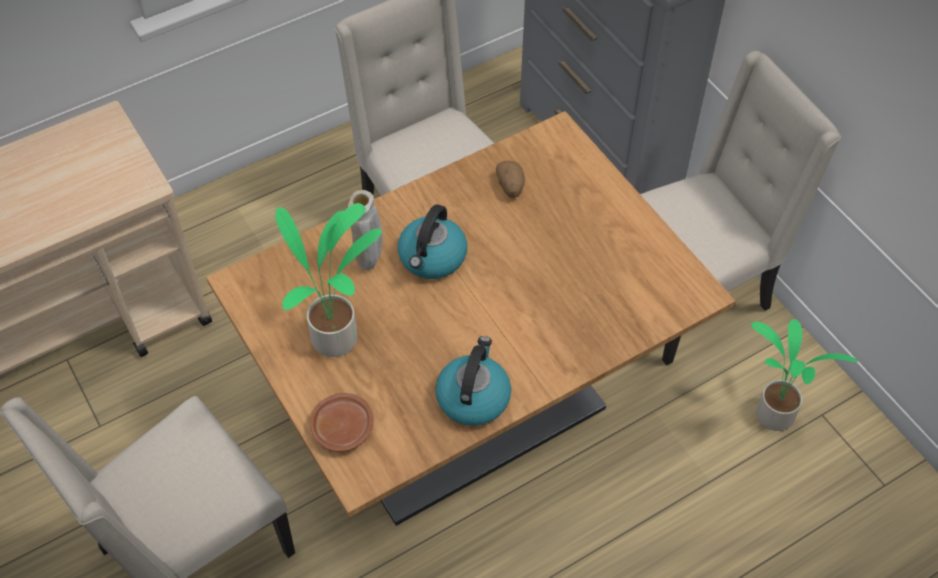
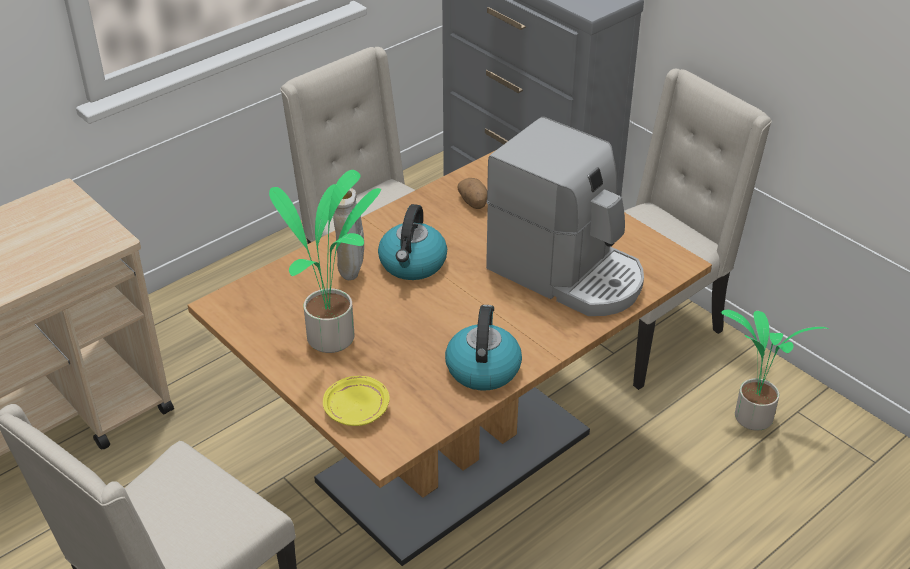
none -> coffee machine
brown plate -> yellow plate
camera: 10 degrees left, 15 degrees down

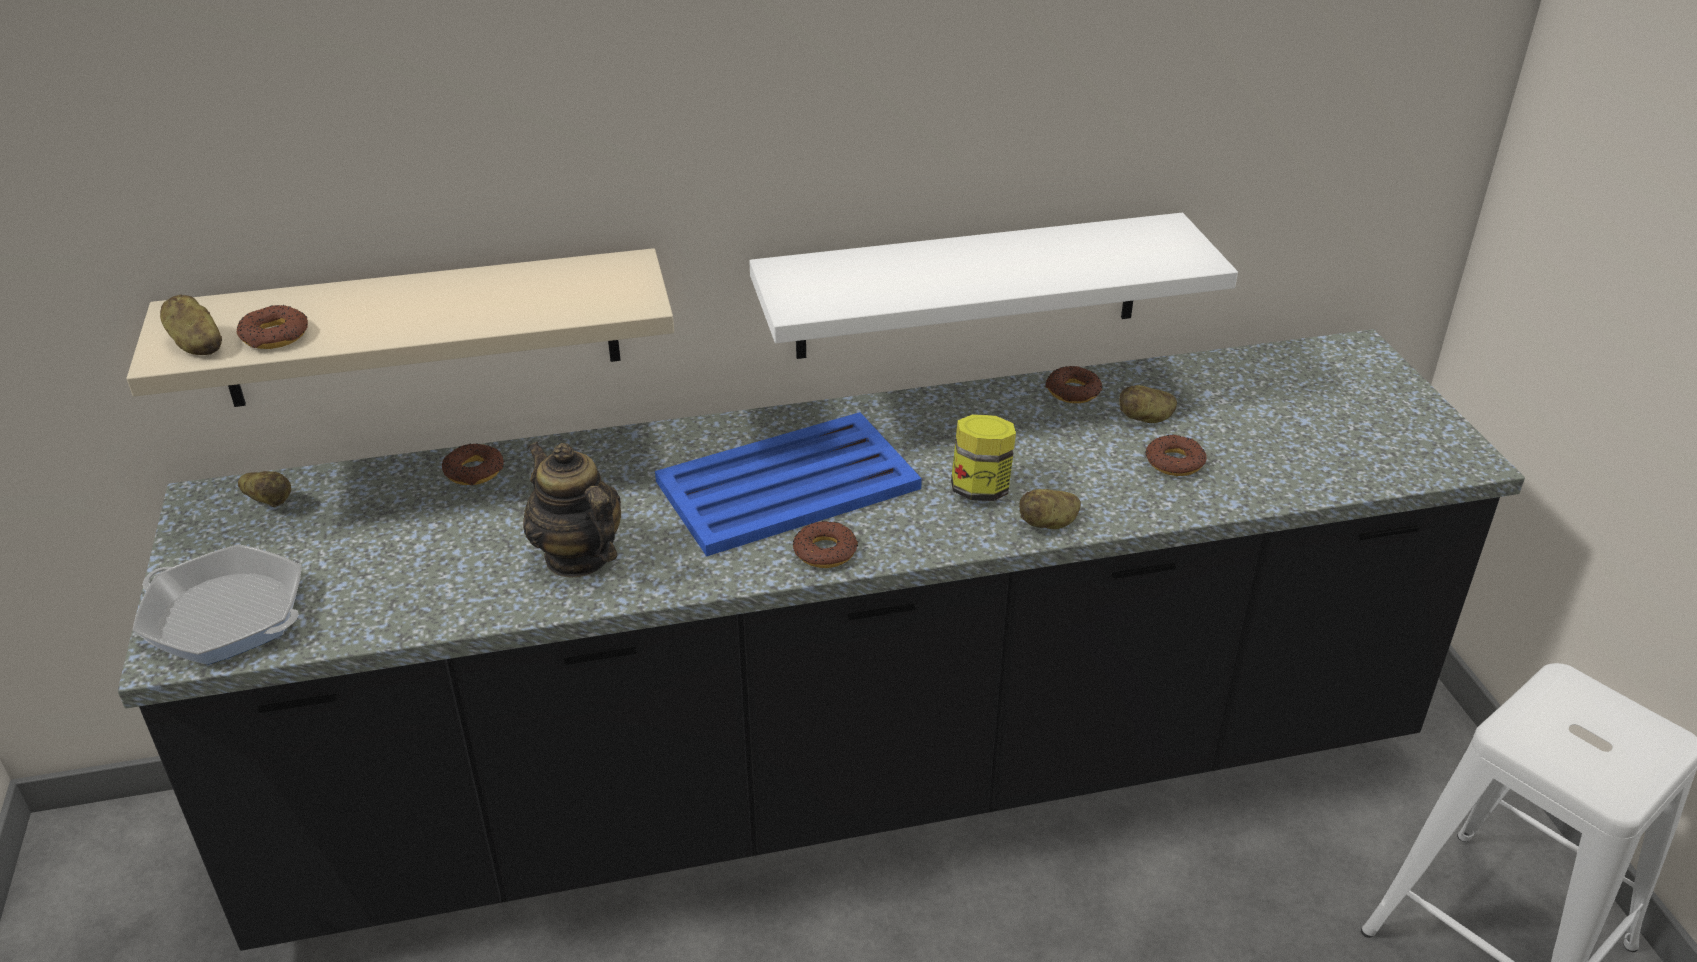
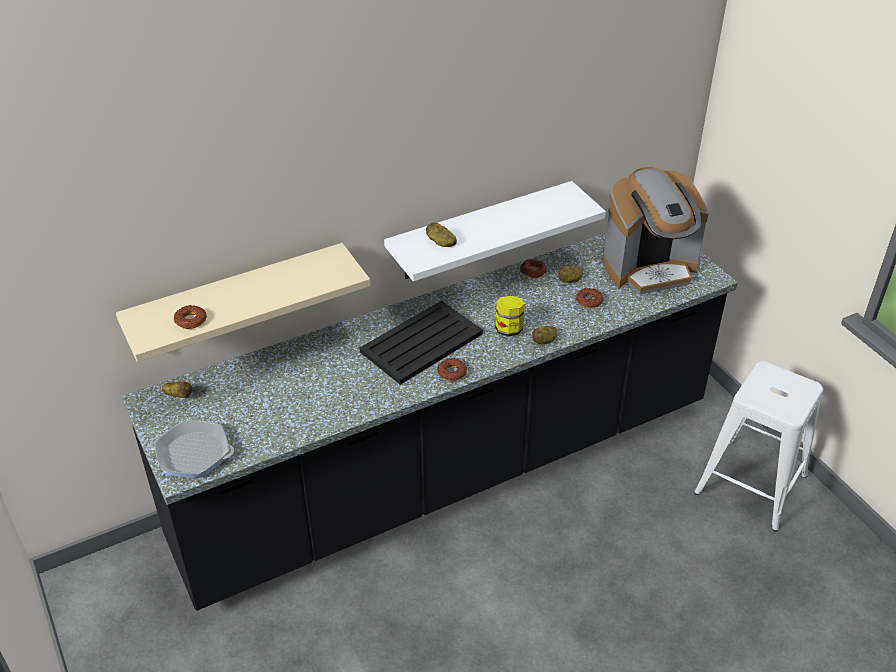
donut (no. 2 from left) -> none
teapot -> none
none -> coffee machine
potato (no. 1 from left in the first image) -> potato (no. 2 from left), relocated
blue tray -> black tray
camera: 15 degrees left, 5 degrees up

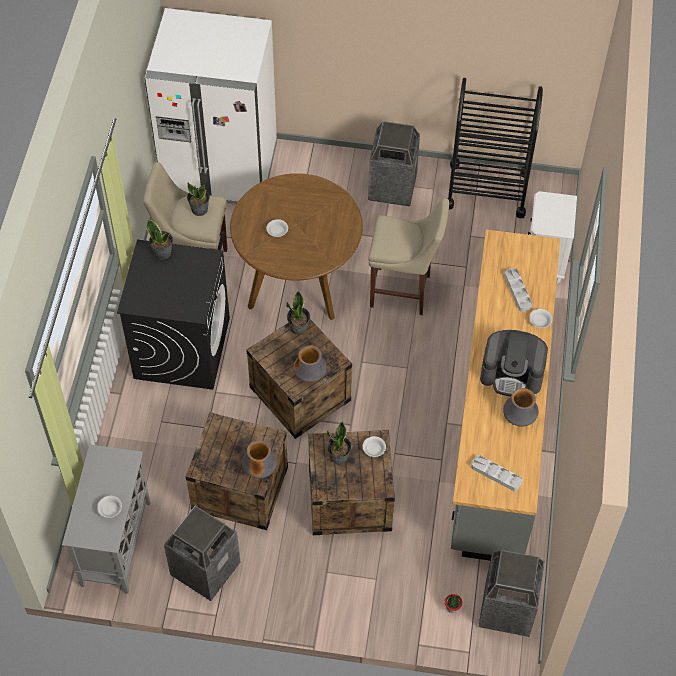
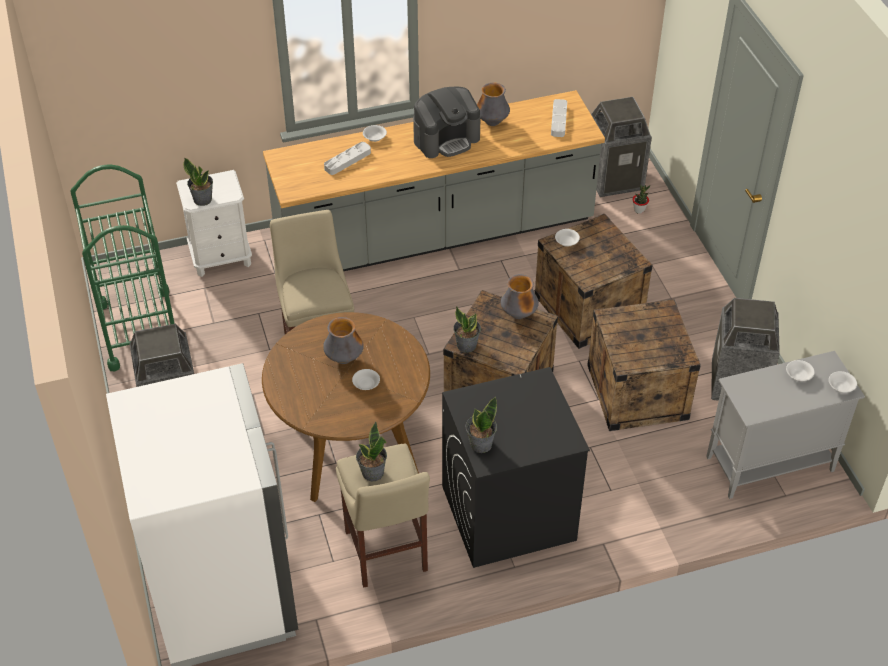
none -> white bowl (no. 5 from left)
vase (no. 1 from left), relocated
potted plant (no. 4 from left in the first image) -> potted plant (no. 1 from left), relocated
black cart -> green cart
coffee machine, 75 degrees clockwise
camera: 115 degrees left, 10 degrees down

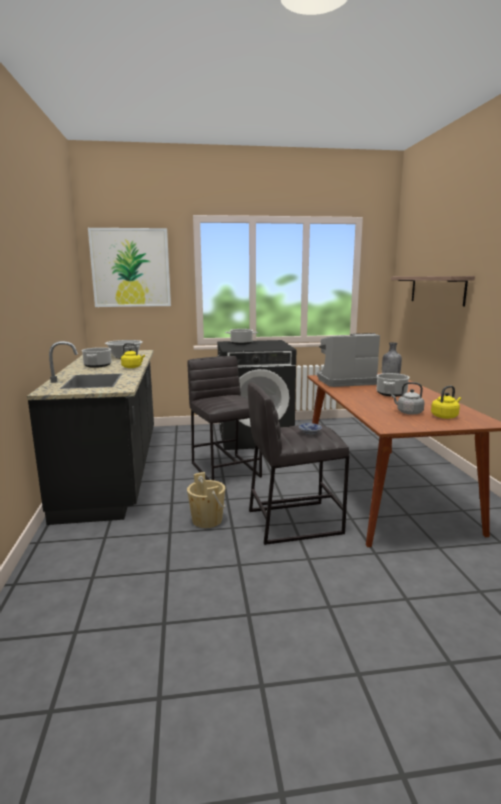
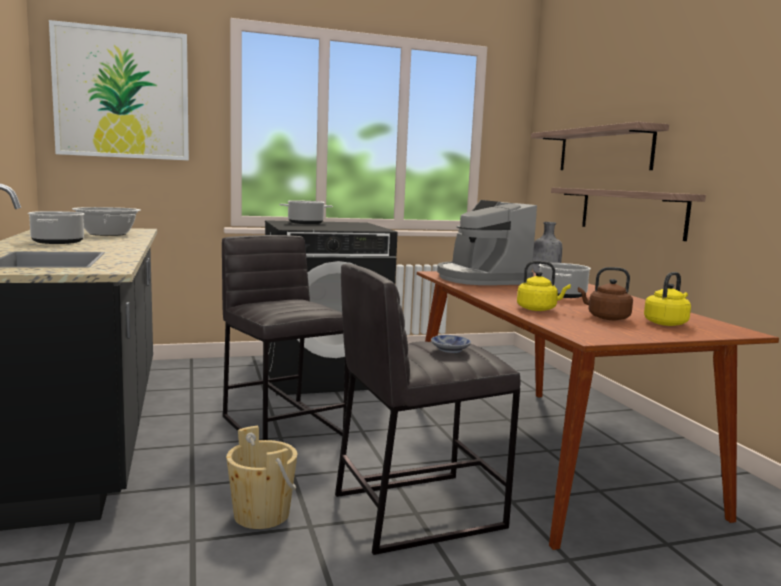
none -> shelf (no. 2 from left)
yellow kettle (no. 1 from left), relocated
grey kettle -> brown kettle
coffee machine, 90 degrees counterclockwise
camera: 10 degrees left, 5 degrees down

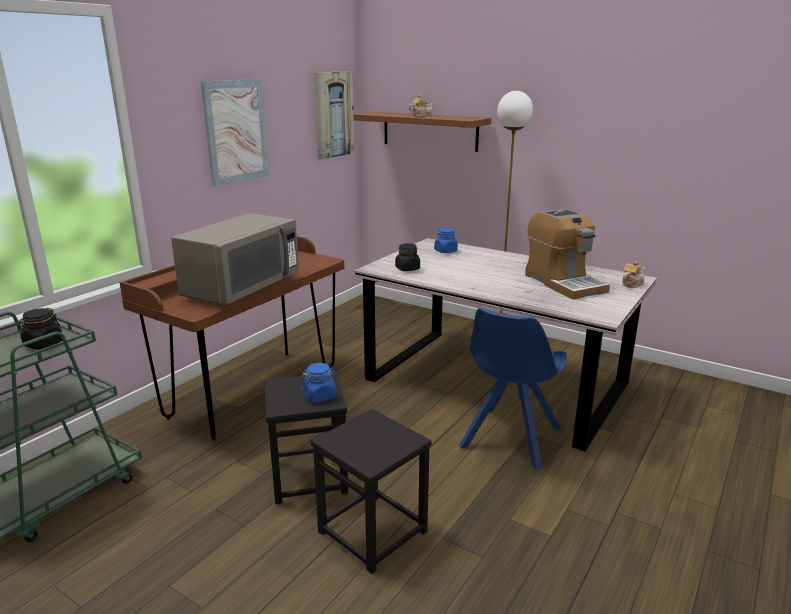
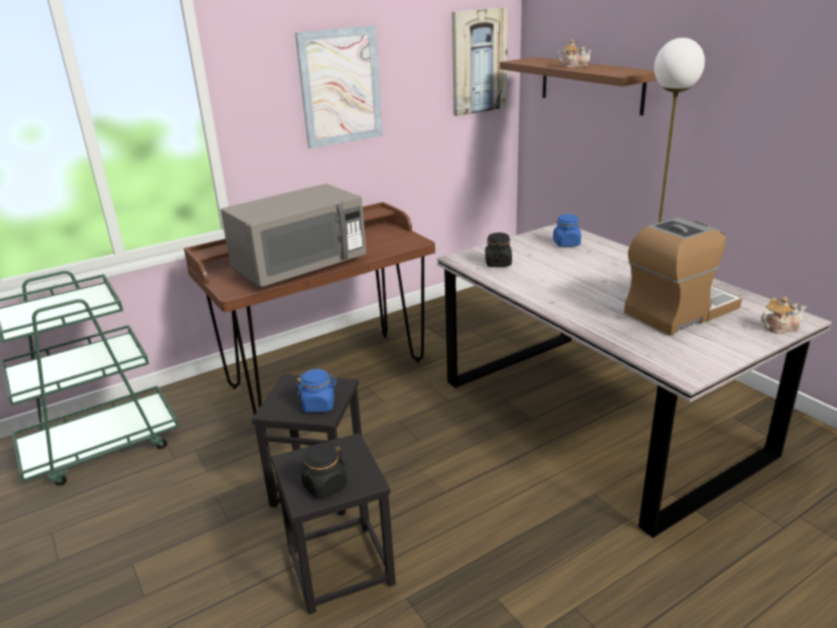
blue chair -> none
black jar (no. 1 from left), relocated
coffee machine, 120 degrees counterclockwise
camera: 25 degrees right, 5 degrees up

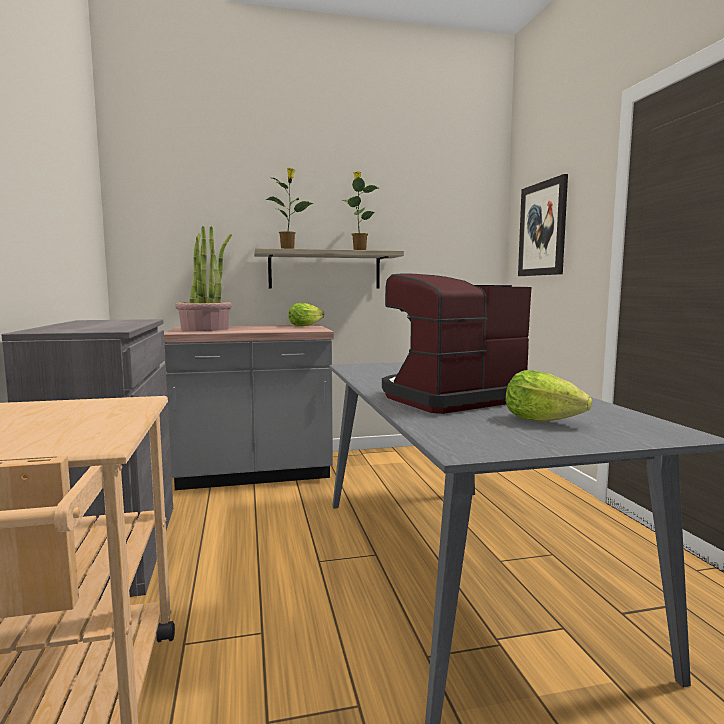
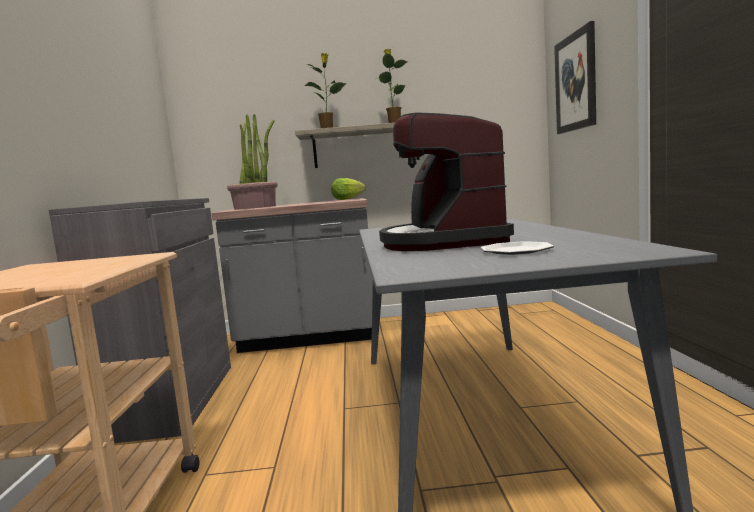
lettuce (no. 2 from left) -> plate
coffee machine, 75 degrees counterclockwise
camera: 10 degrees right, 0 degrees up

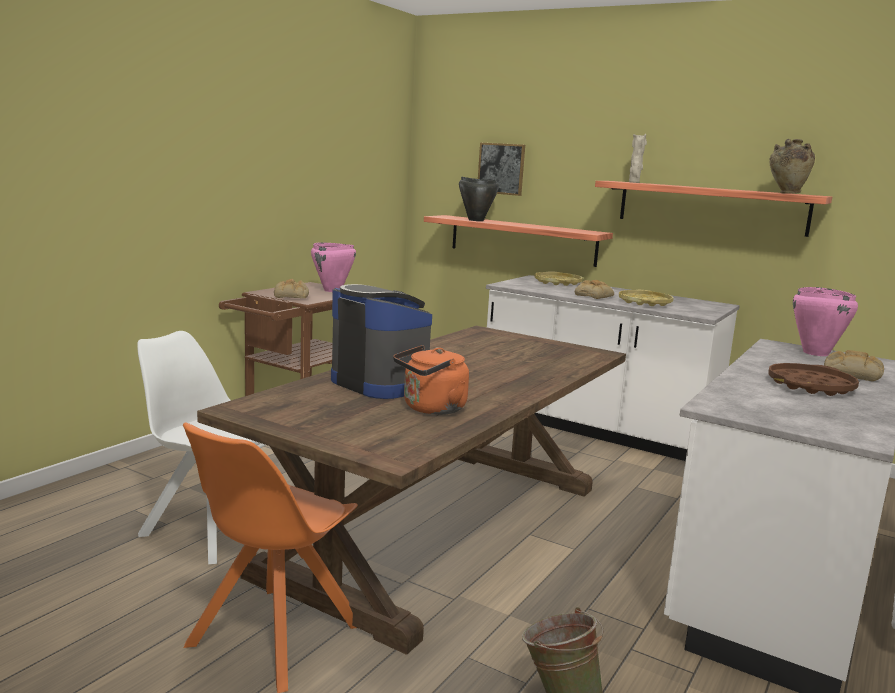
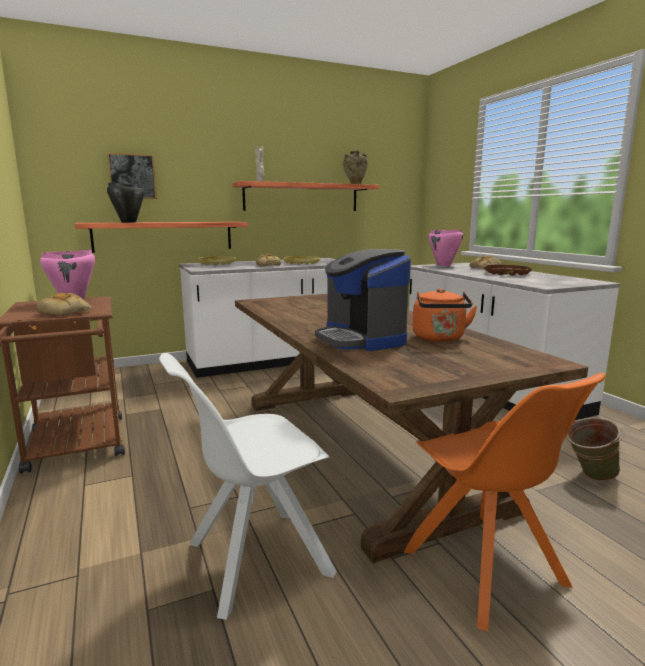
coffee machine, 105 degrees counterclockwise
camera: 55 degrees left, 0 degrees up

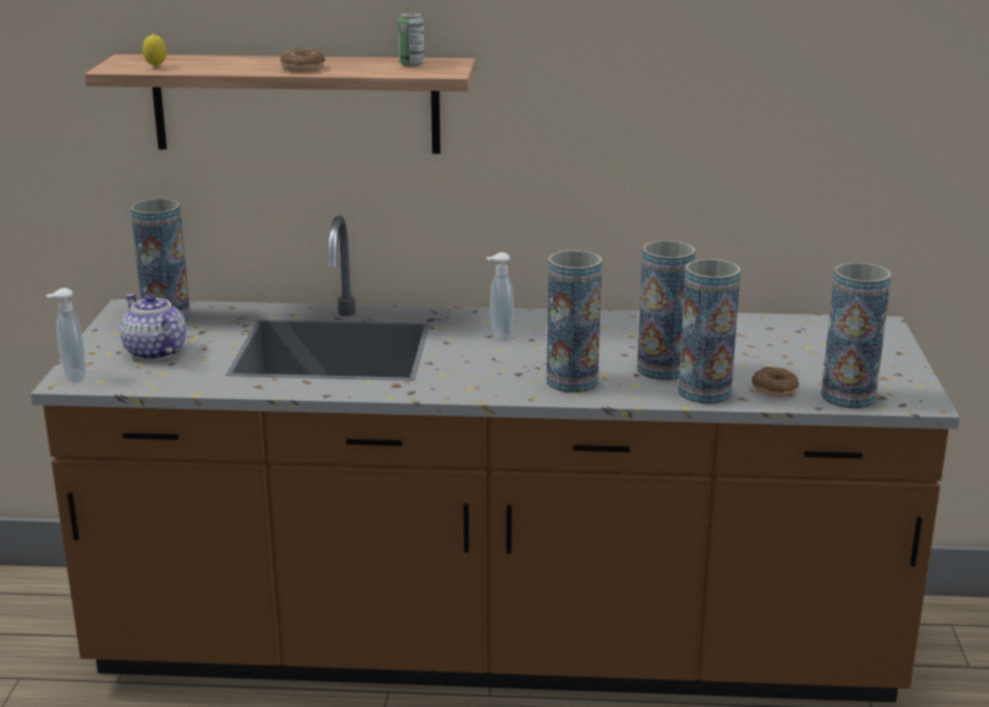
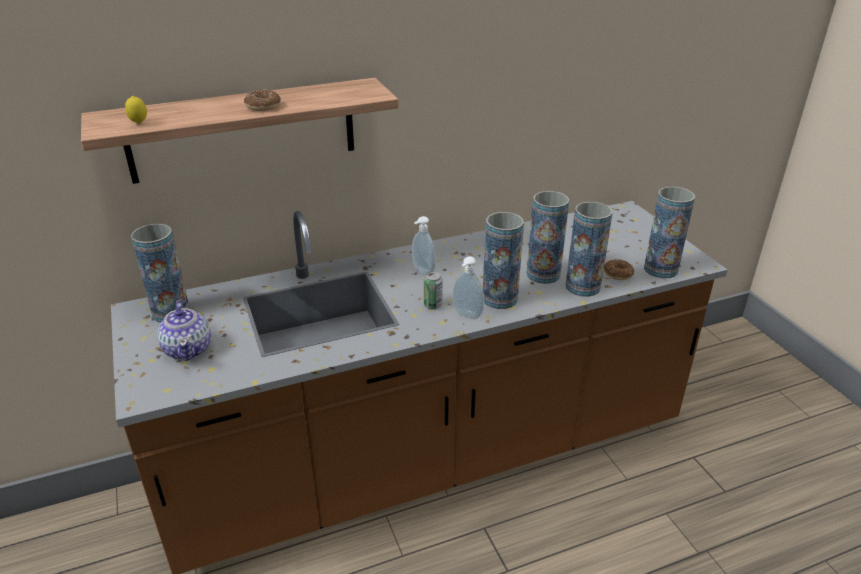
soap dispenser (no. 1 from left in the first image) -> soap dispenser (no. 2 from left), relocated
can, relocated
teapot, 135 degrees counterclockwise
camera: 25 degrees left, 10 degrees up

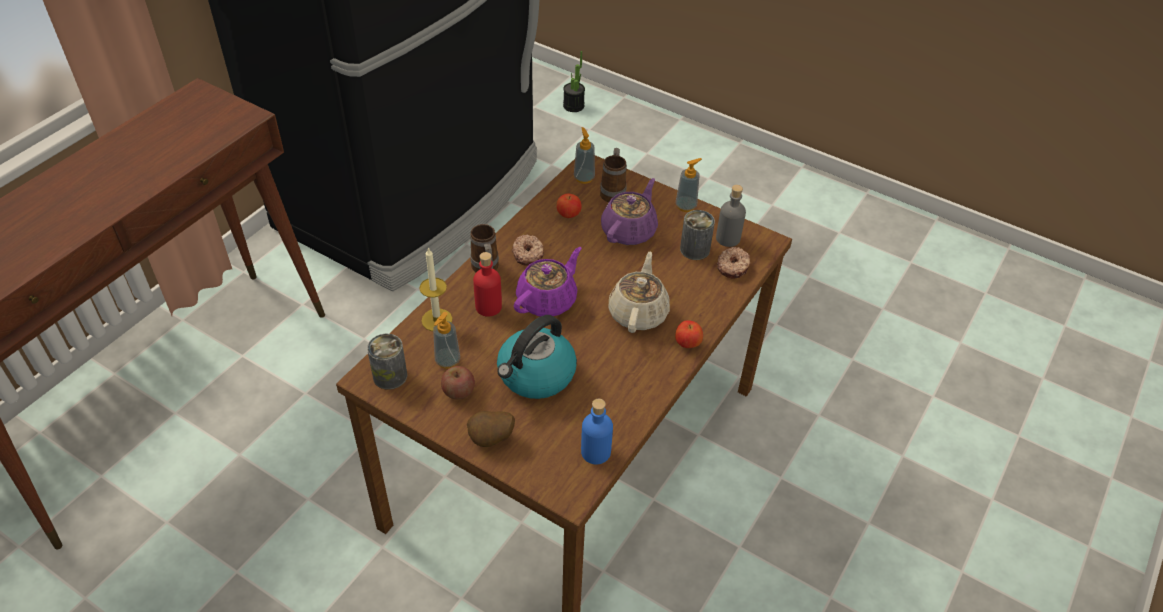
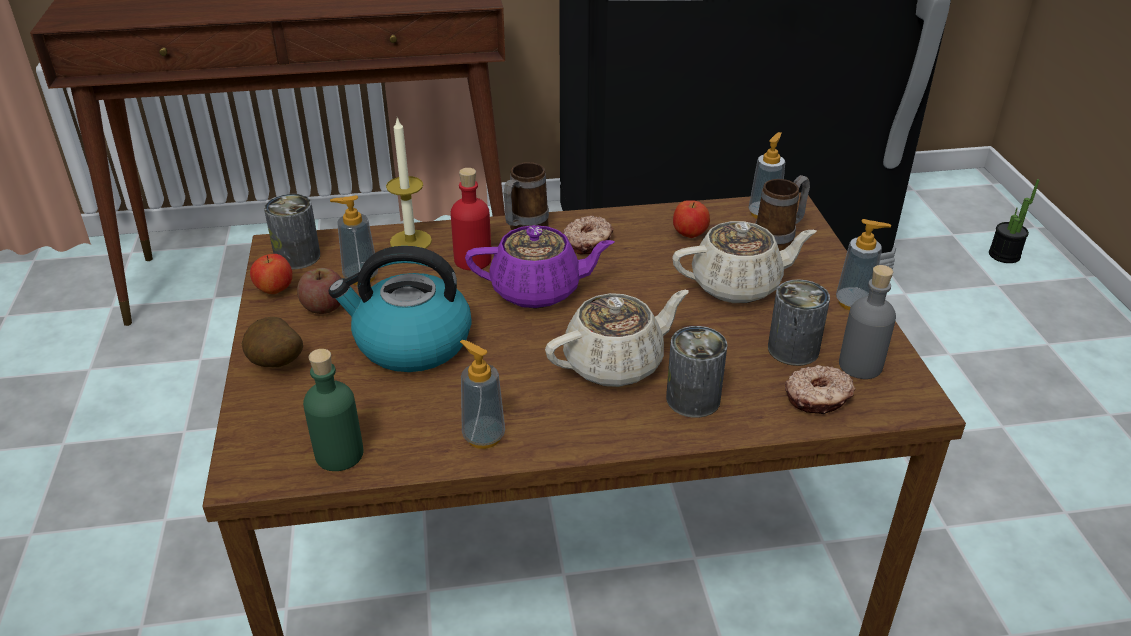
none -> soap dispenser (no. 2 from left)
none -> can (no. 2 from left)
apple (no. 3 from left in the first image) -> apple (no. 1 from left), relocated
blue bottle -> green bottle
purple teapot (no. 2 from left) -> beige teapot (no. 2 from left)
camera: 50 degrees right, 10 degrees down

